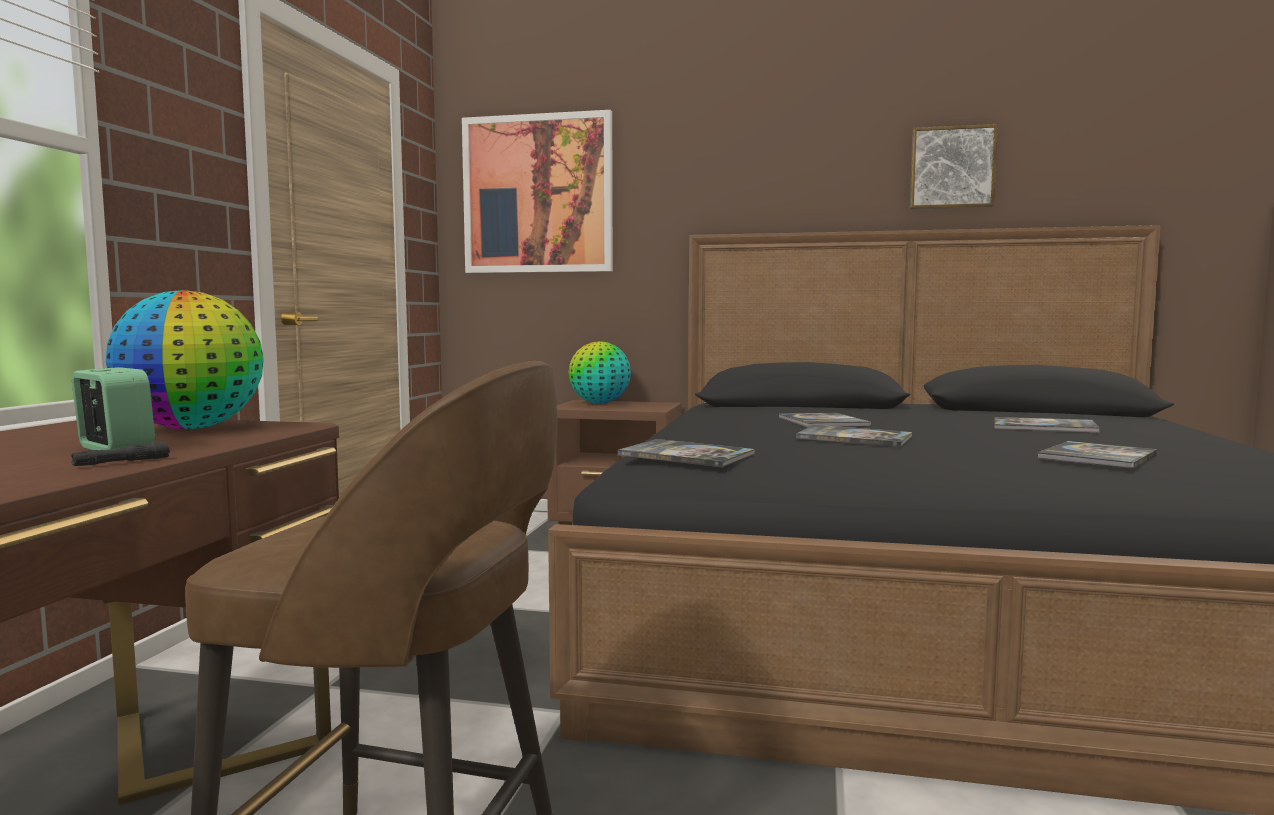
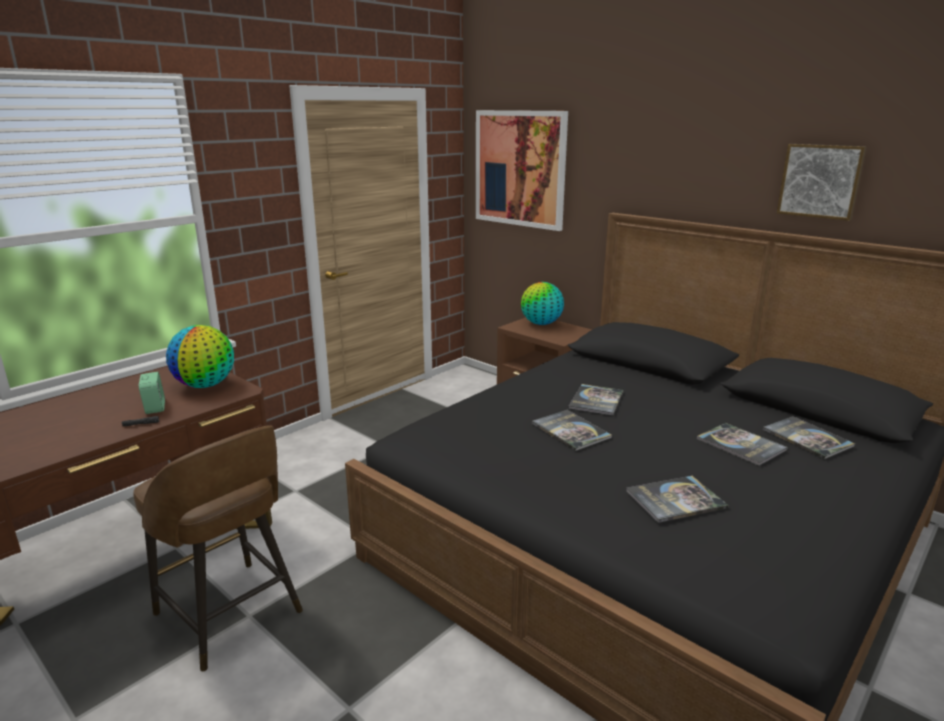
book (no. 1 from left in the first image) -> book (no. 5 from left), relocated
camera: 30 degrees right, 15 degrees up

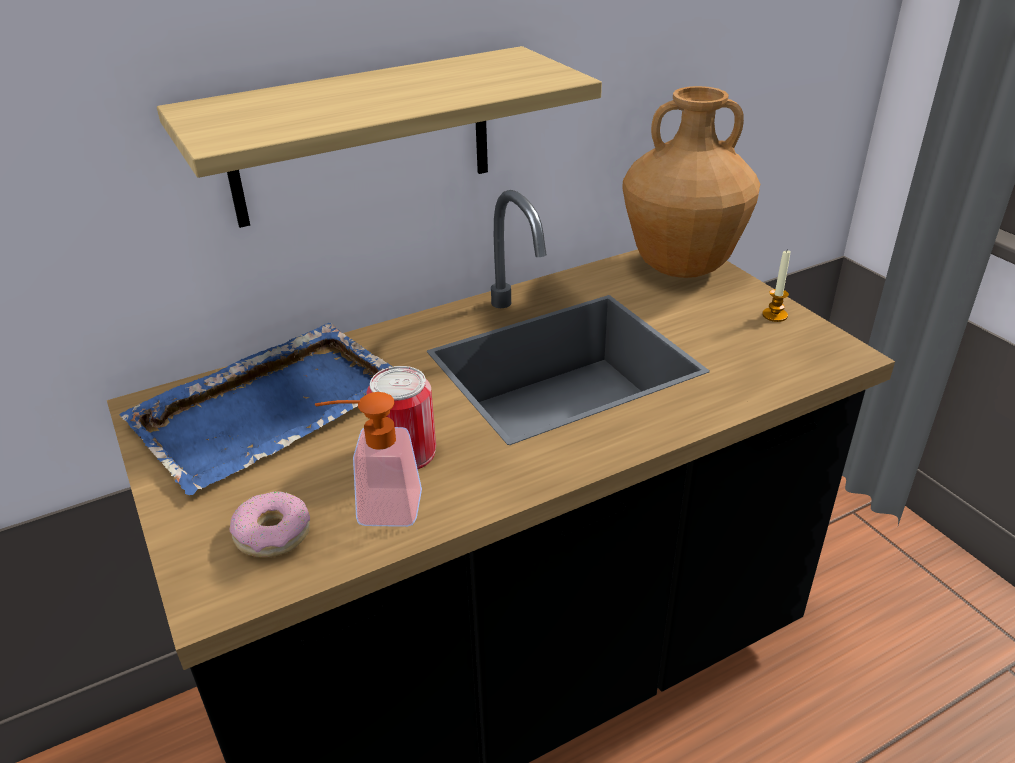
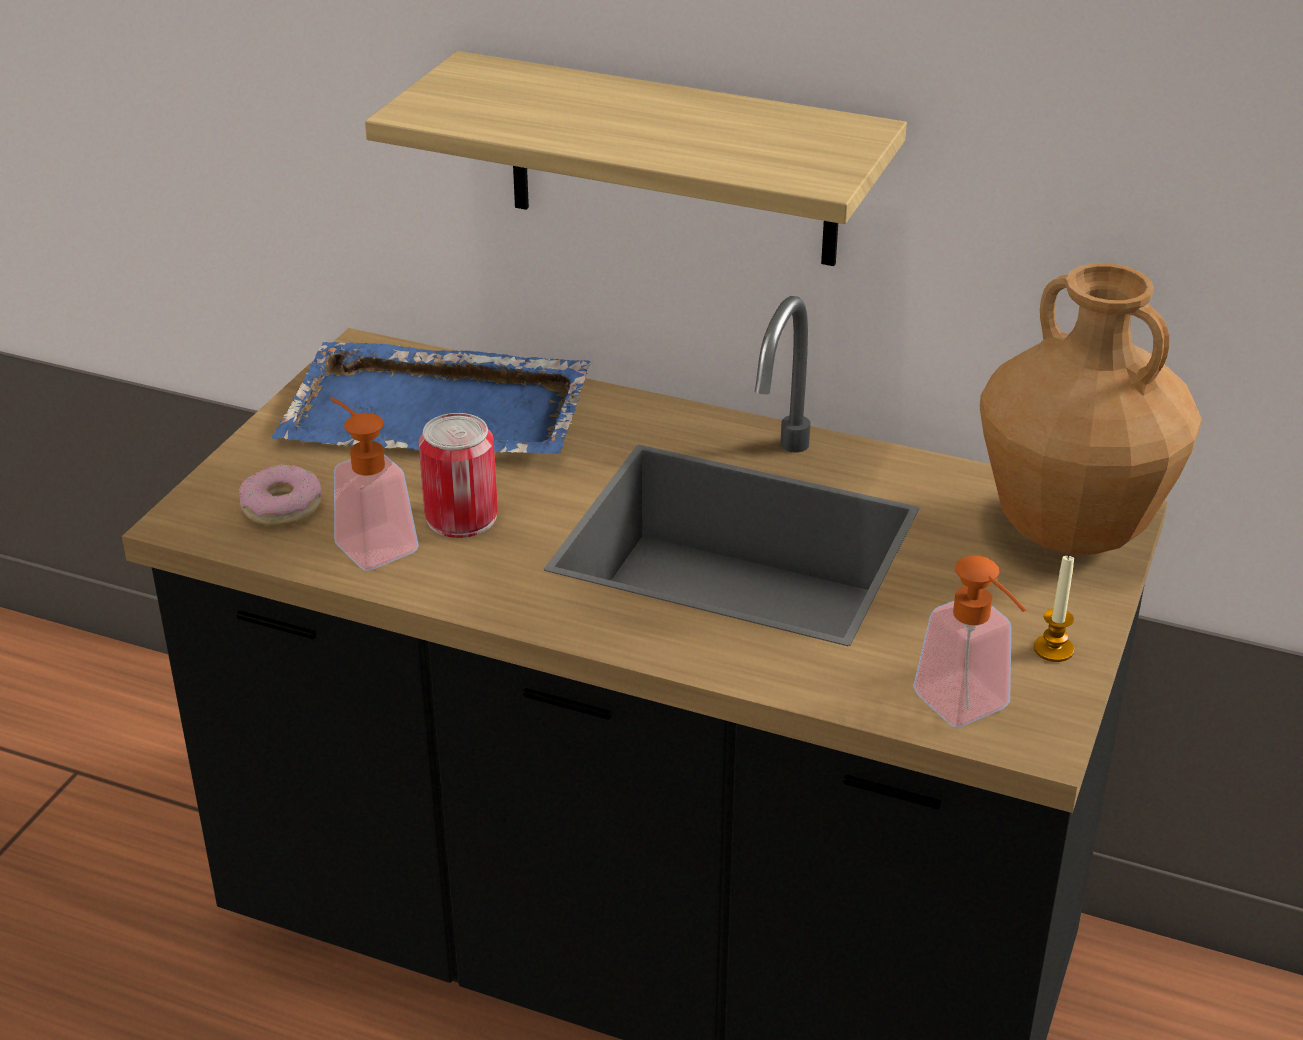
none -> soap dispenser (no. 2 from left)
camera: 50 degrees right, 0 degrees up

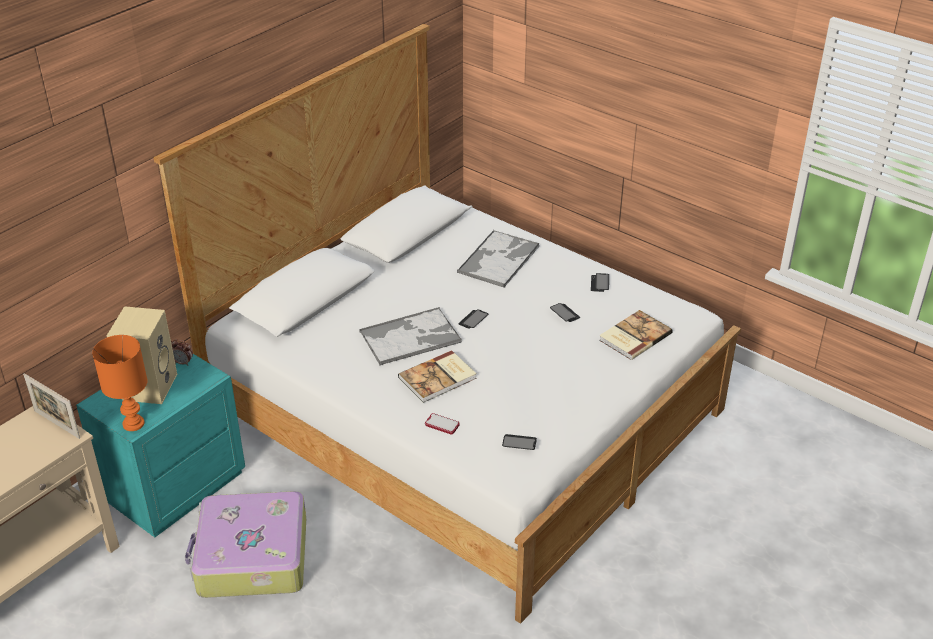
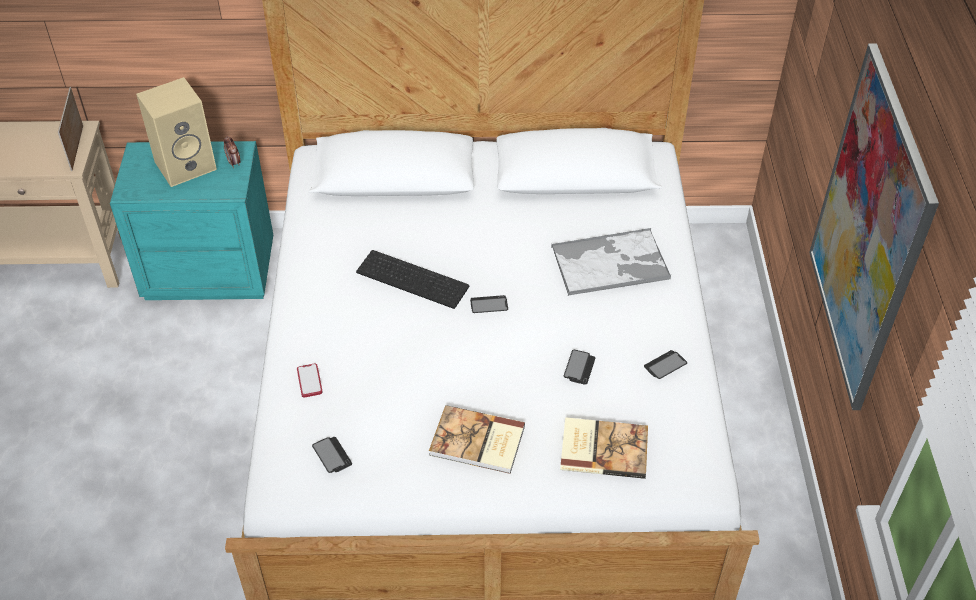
orange table lamp -> none
suitcase -> none
none -> picture
book (no. 1 from left), relocated
tray (no. 1 from left) -> keyboard
camera: 50 degrees right, 10 degrees up

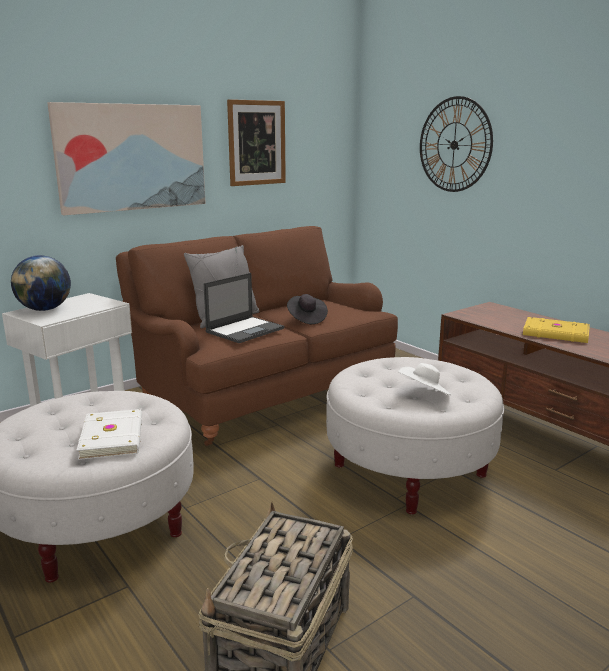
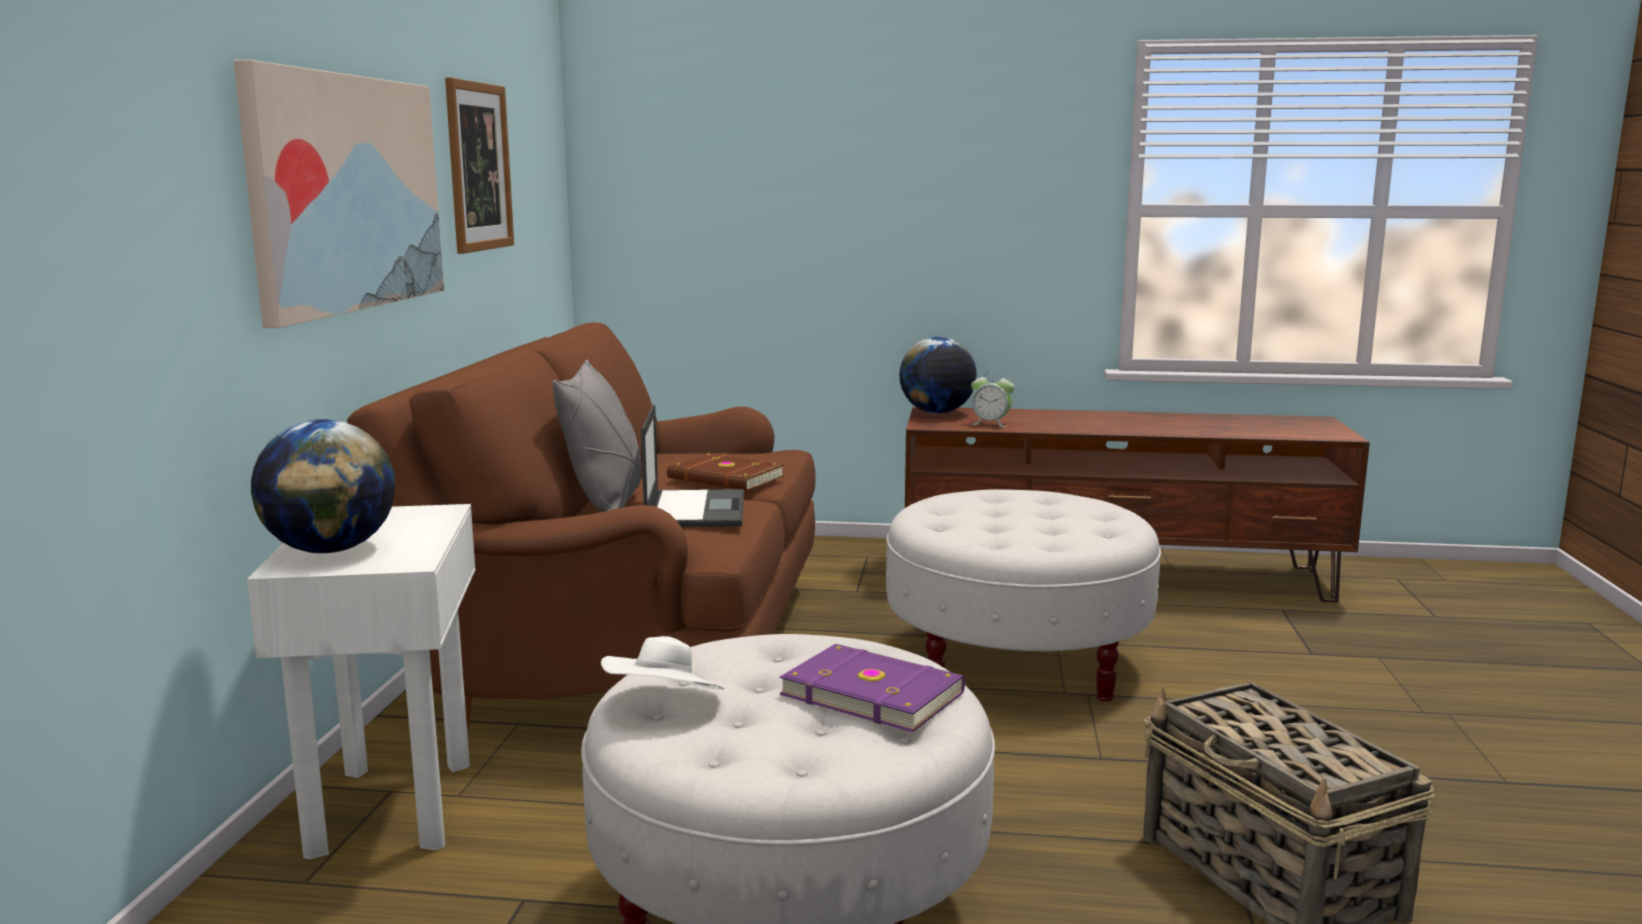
wall clock -> none
yellow book -> none
none -> globe (no. 2 from left)
none -> alarm clock
white hat, relocated
black hat -> brown book
white book -> purple book
camera: 45 degrees left, 5 degrees down

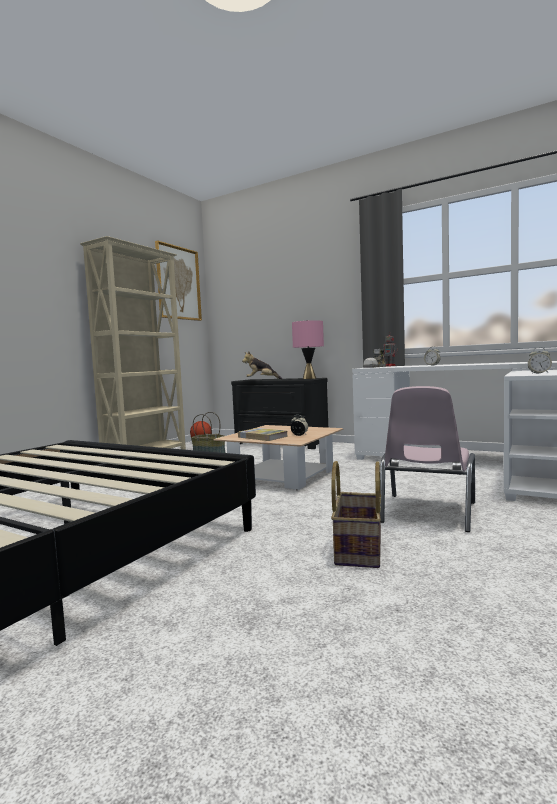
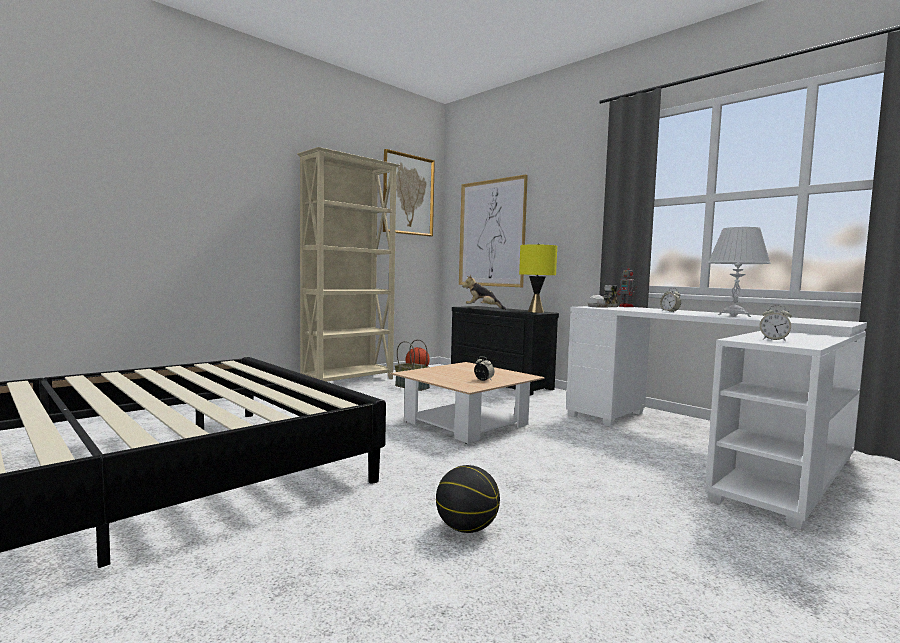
book -> none
pink chair -> none
none -> picture (no. 2 from left)
none -> white table lamp
basket (no. 2 from left) -> basketball (no. 2 from left)
pink table lamp -> yellow table lamp
camera: 15 degrees right, 0 degrees up

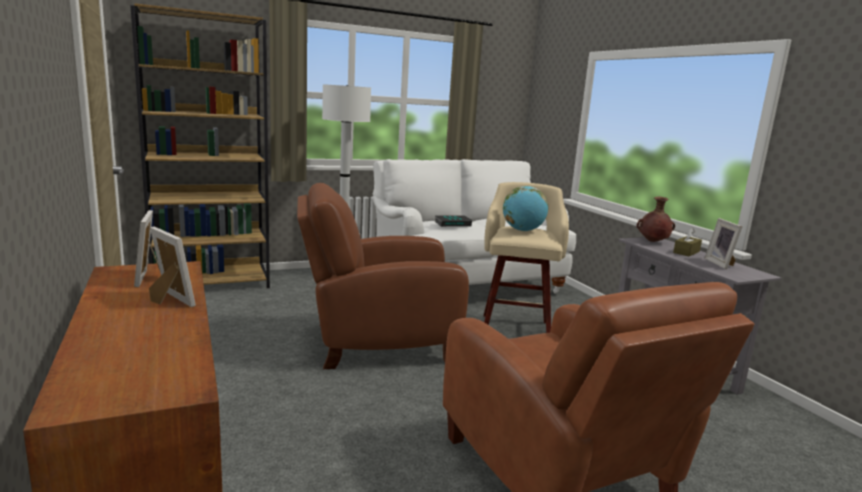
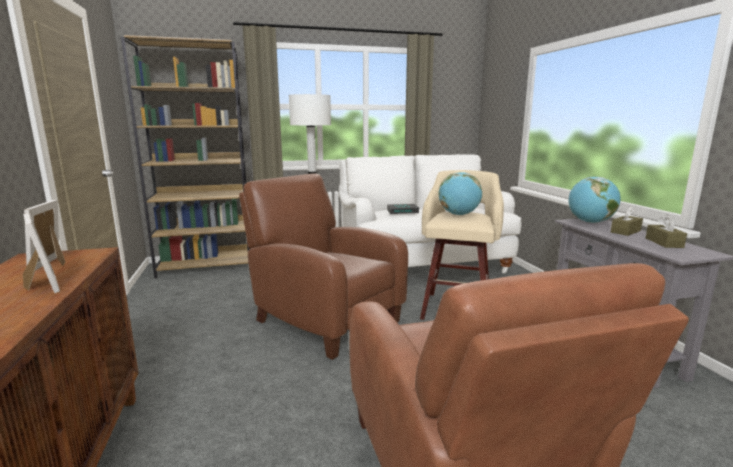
brown vase -> globe (no. 2 from left)
picture frame (no. 3 from left) -> brown tissue box (no. 2 from left)
brown armchair (no. 1 from left), 45 degrees clockwise
camera: 10 degrees right, 0 degrees up

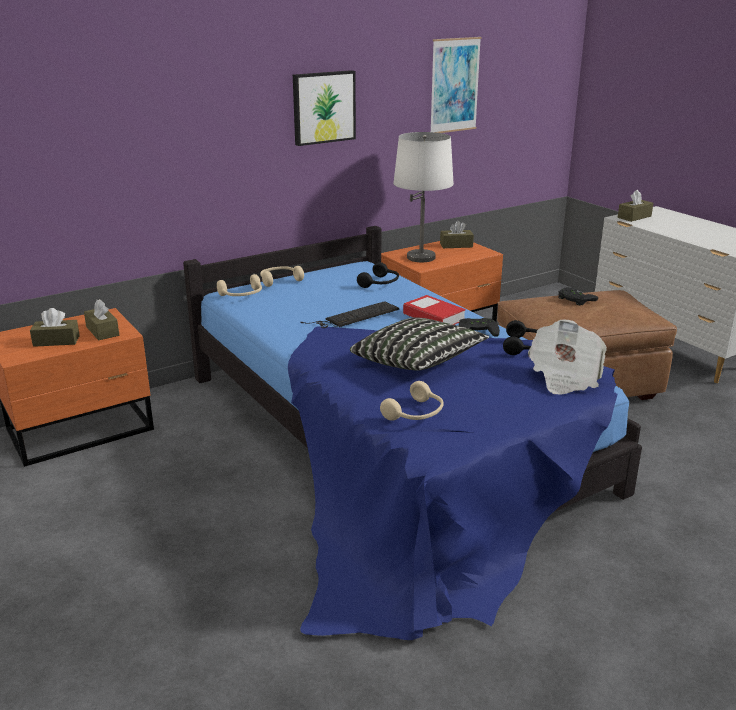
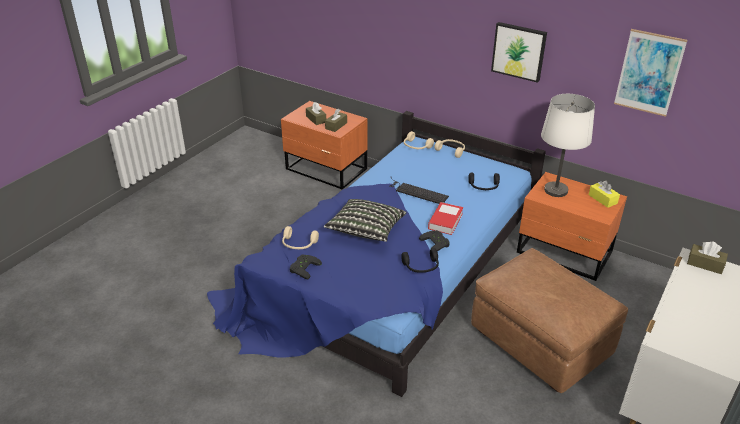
newspaper -> none
black game controller (no. 2 from left in the first image) -> black game controller (no. 1 from left), relocated
brown tissue box (no. 3 from left) -> yellow tissue box
camera: 65 degrees right, 10 degrees up

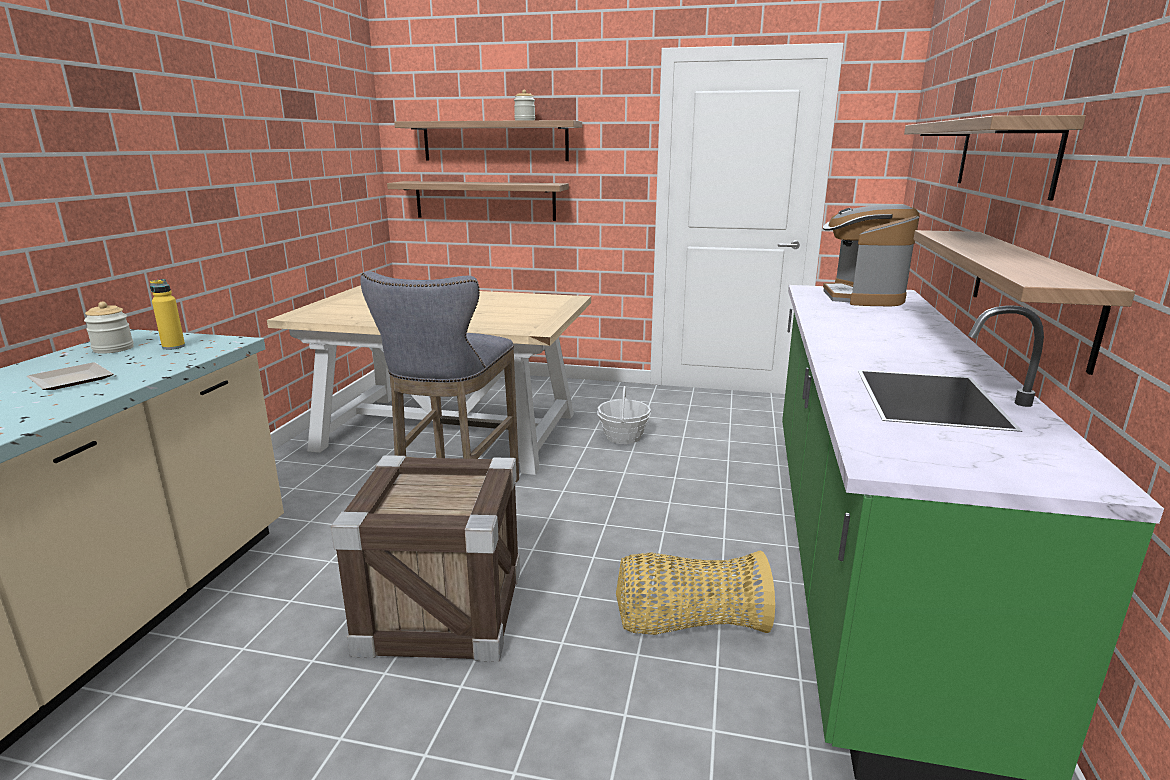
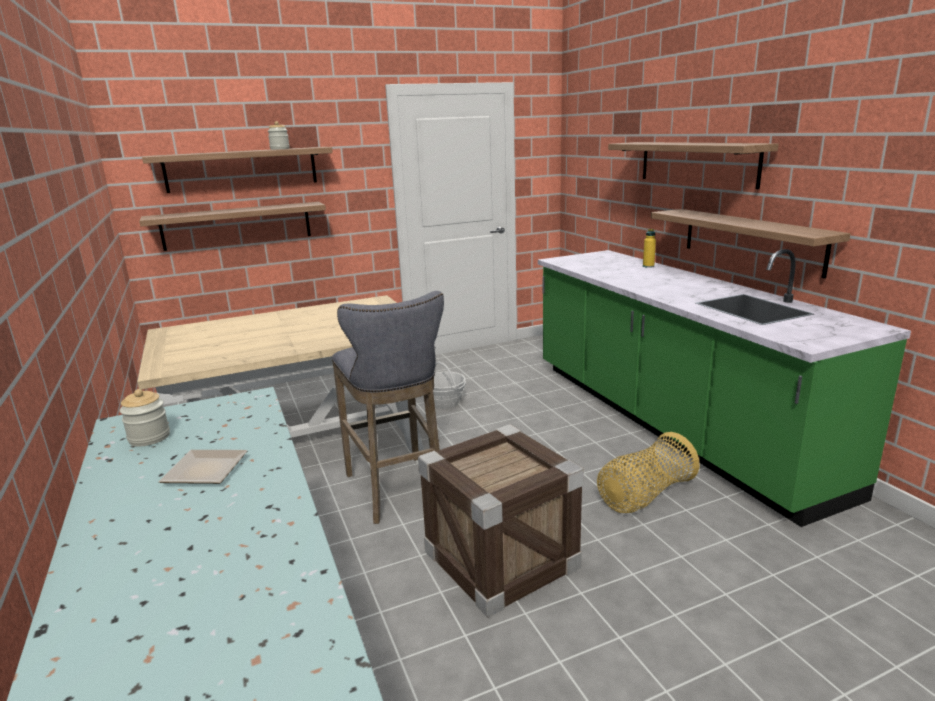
coffee machine -> none
yellow bottle, relocated
camera: 35 degrees left, 0 degrees up

